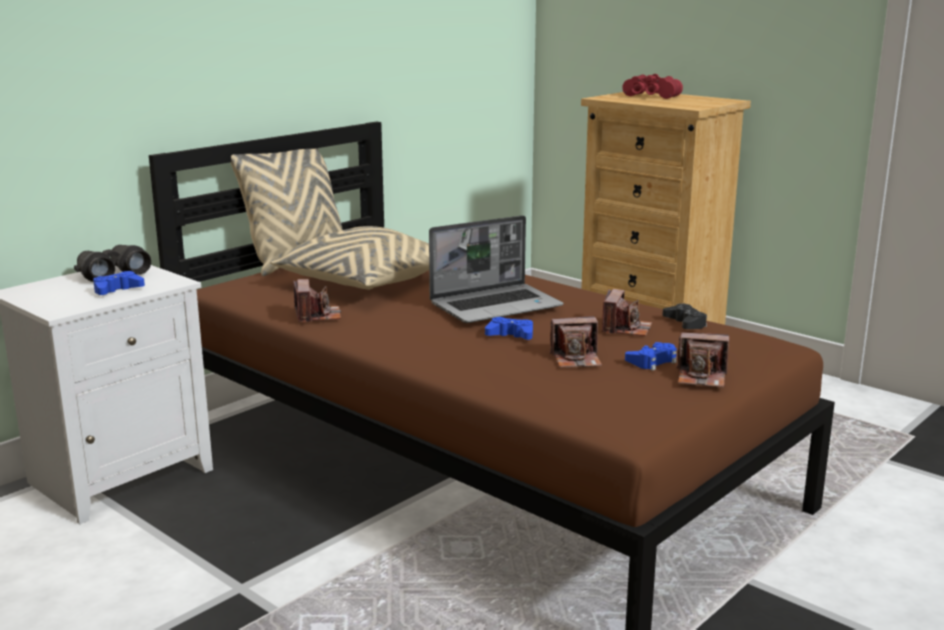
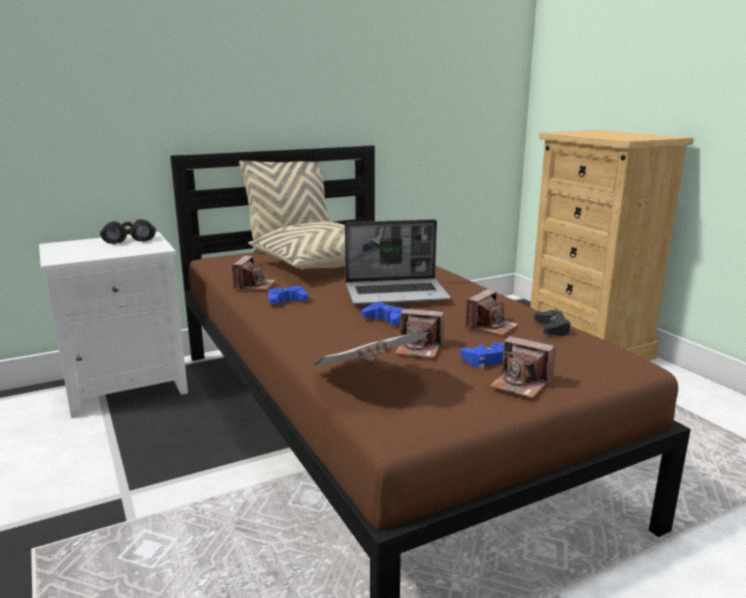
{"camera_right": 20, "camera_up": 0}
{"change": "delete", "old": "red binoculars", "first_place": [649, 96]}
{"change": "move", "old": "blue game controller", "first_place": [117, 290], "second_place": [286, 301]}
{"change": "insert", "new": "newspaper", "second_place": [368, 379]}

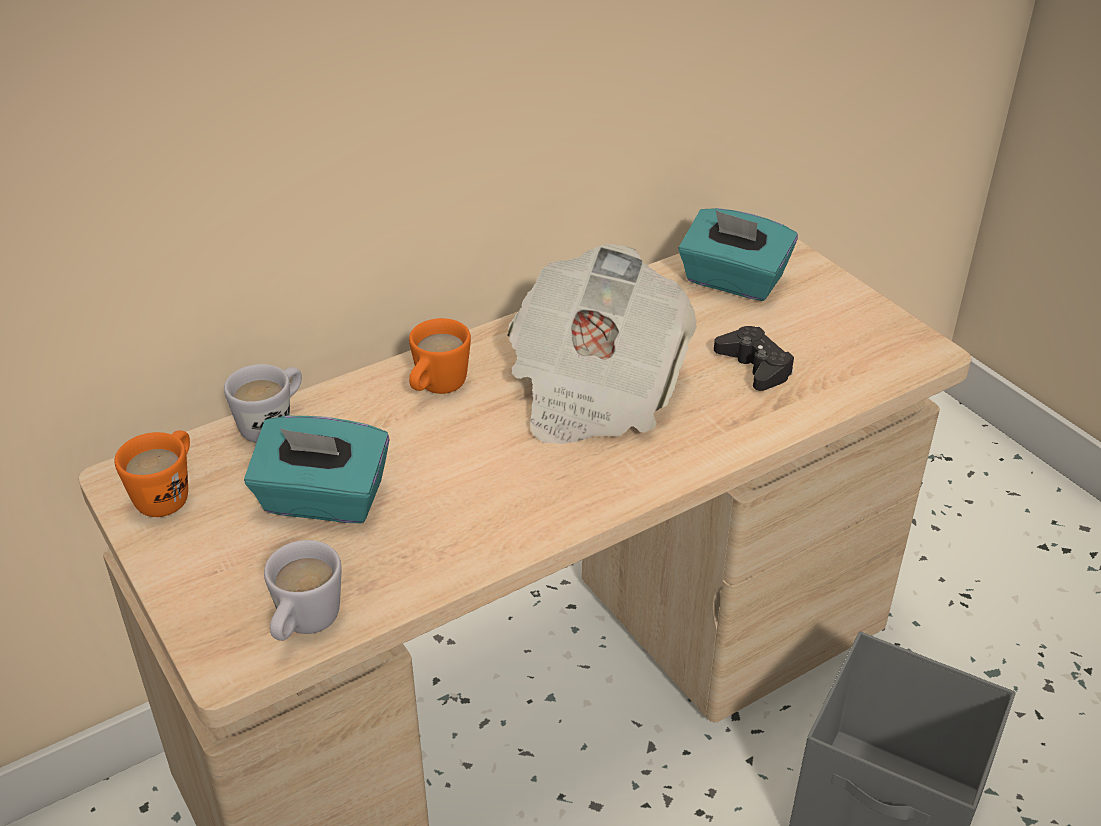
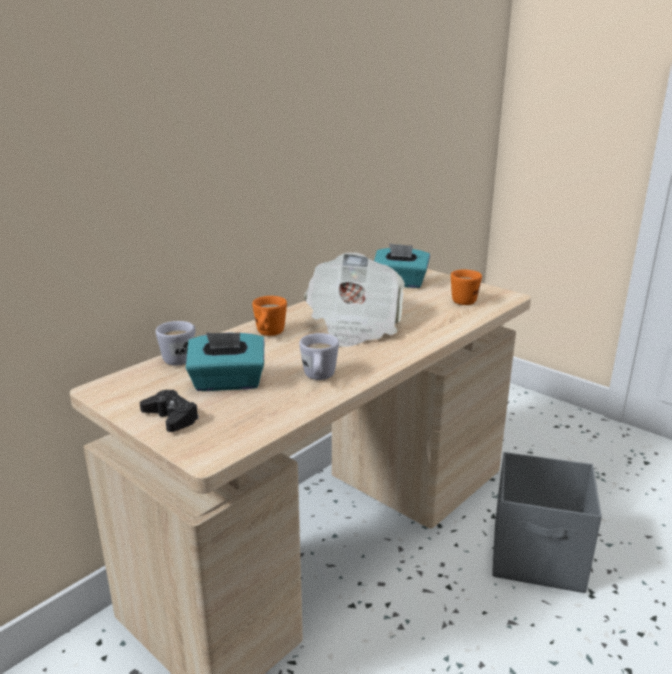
{"camera_right": -15, "camera_up": -15}
{"change": "move", "old": "black game controller", "first_place": [755, 366], "second_place": [171, 417]}
{"change": "move", "old": "orange mug", "first_place": [169, 494], "second_place": [463, 300]}
{"change": "move", "old": "white mug", "first_place": [304, 626], "second_place": [319, 378]}

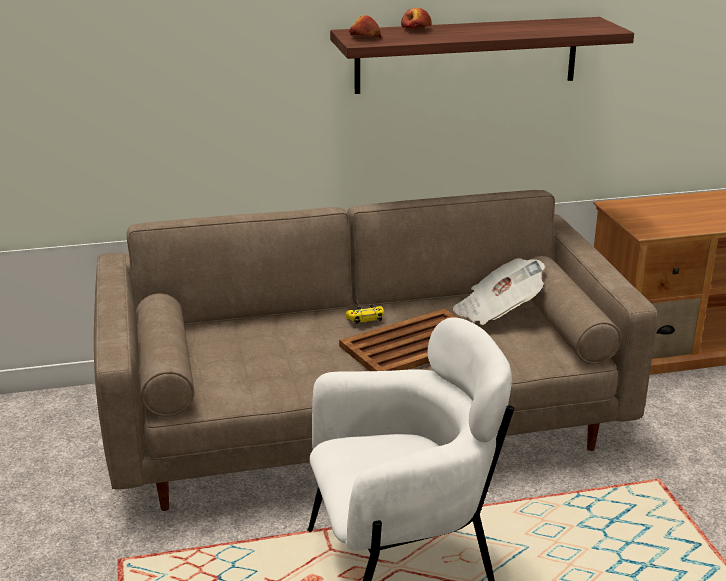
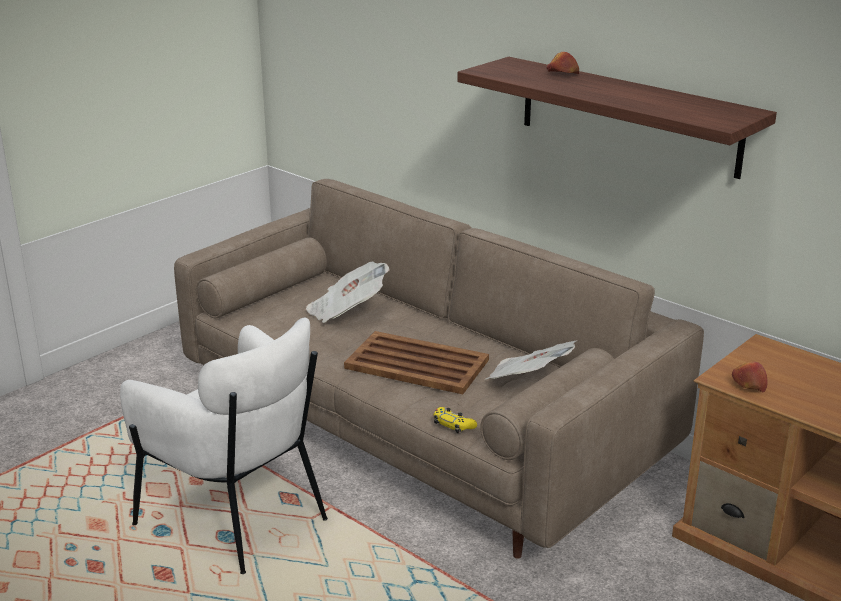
{"camera_right": 55, "camera_up": 0}
{"change": "move", "old": "apple", "first_place": [364, 37], "second_place": [748, 385]}
{"change": "move", "old": "yellow game controller", "first_place": [365, 319], "second_place": [453, 425]}
{"change": "insert", "new": "newspaper", "second_place": [347, 311]}

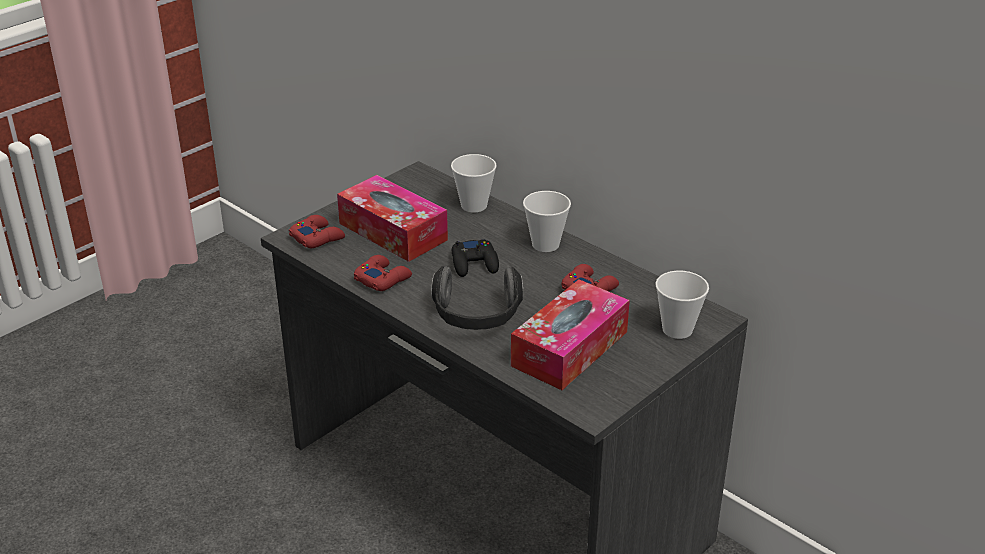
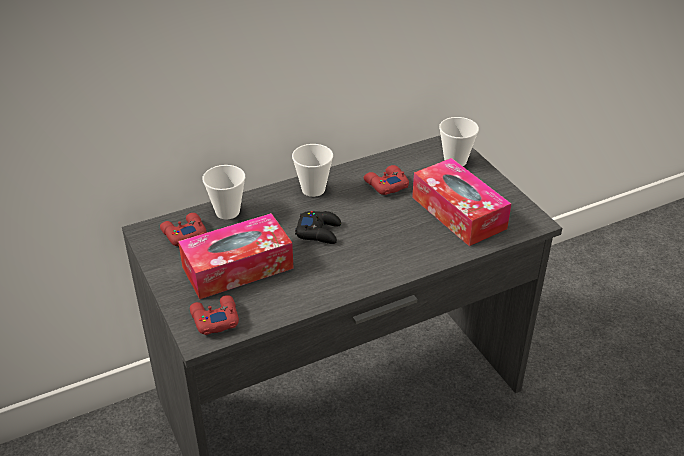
{"camera_right": -70, "camera_up": 5}
{"change": "move", "old": "red game controller", "first_place": [382, 279], "second_place": [184, 234]}
{"change": "delete", "old": "headphones", "first_place": [477, 317]}

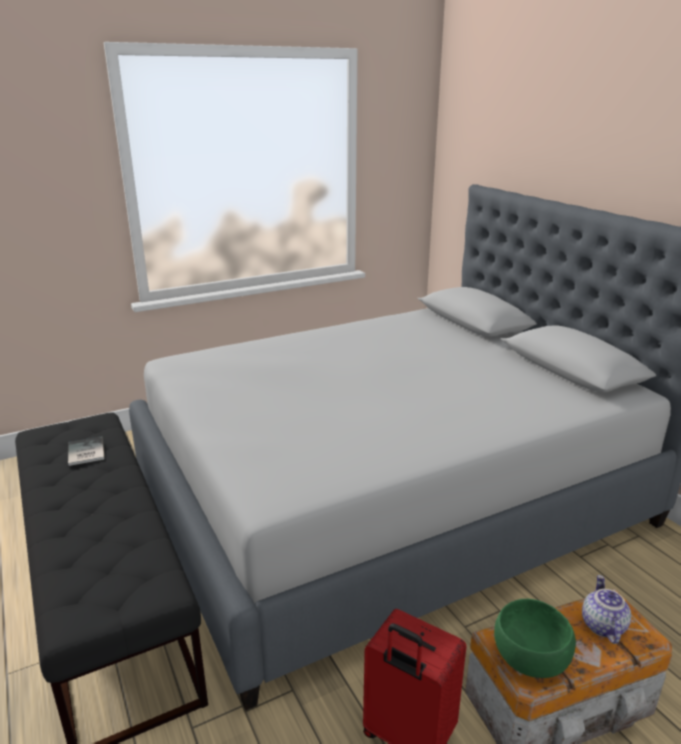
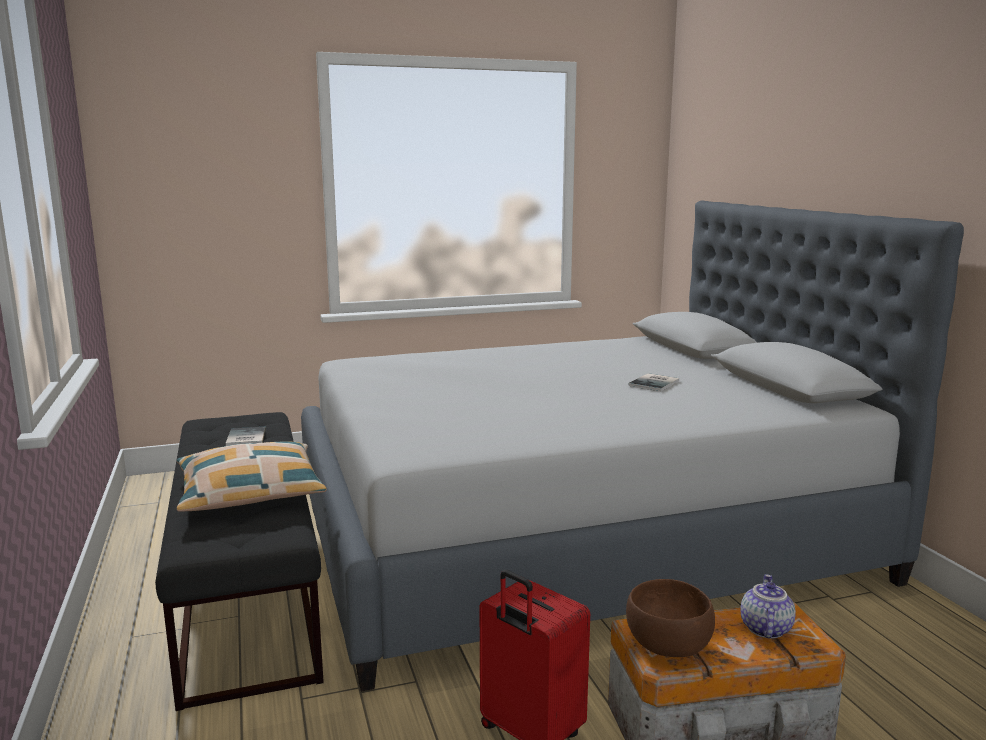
{"camera_right": 10, "camera_up": -10}
{"change": "recolor", "old": "green bowl", "new": "brown bowl", "first_place": [530, 659], "second_place": [668, 646]}
{"change": "insert", "new": "book", "second_place": [656, 383]}
{"change": "insert", "new": "pillow", "second_place": [249, 492]}

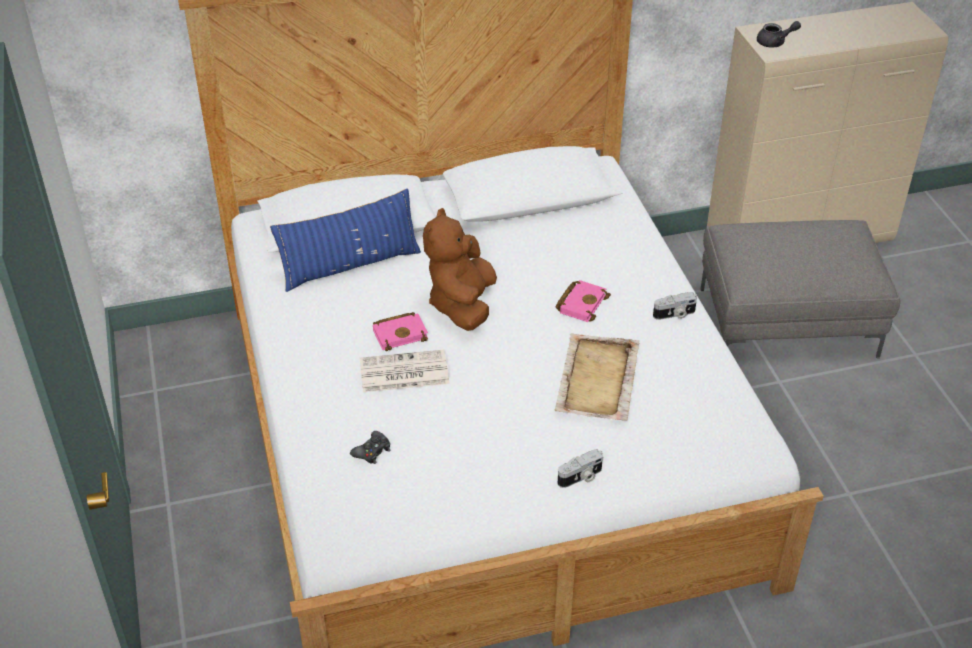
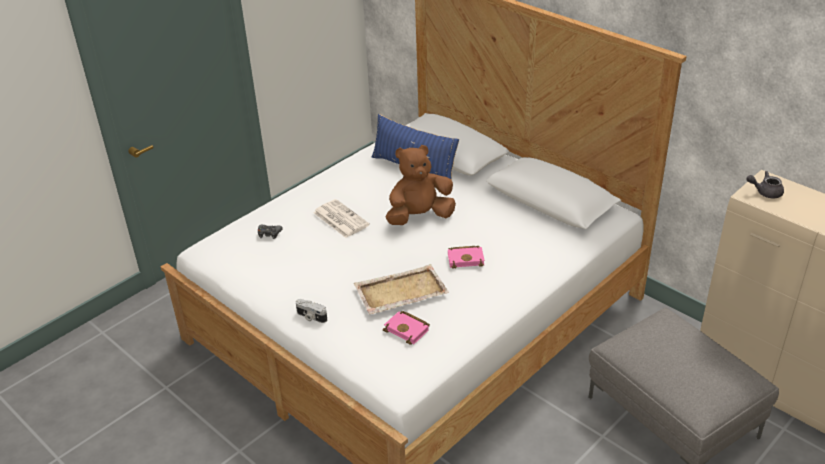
{"camera_right": 60, "camera_up": -5}
{"change": "rotate", "old": "grey teapot", "first_place": [775, 42], "second_place": [765, 192], "degrees": 135}
{"change": "delete", "old": "photo camera", "first_place": [674, 314]}
{"change": "move", "old": "pink book", "first_place": [401, 333], "second_place": [408, 330]}

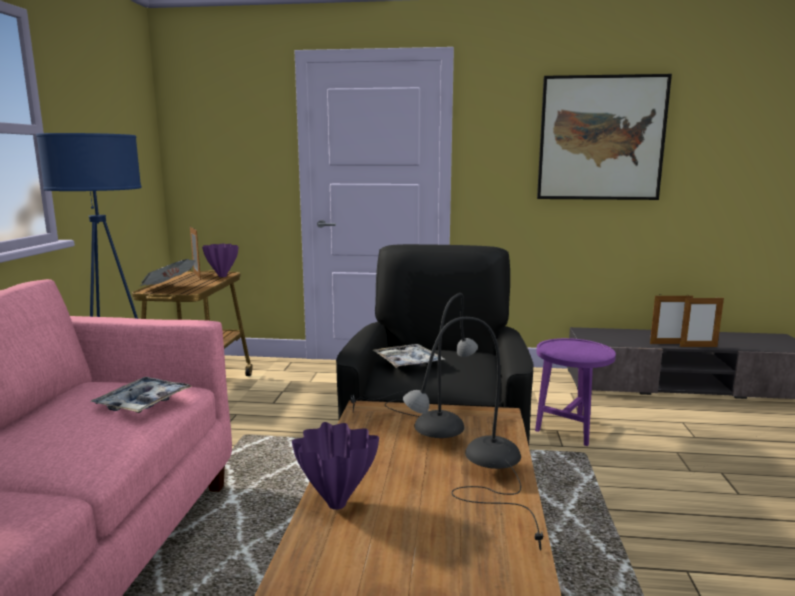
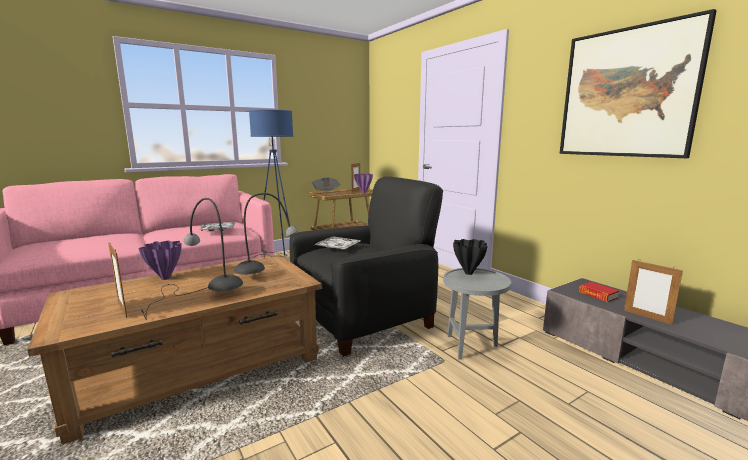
{"camera_right": 50, "camera_up": 0}
{"change": "move", "old": "picture frame", "first_place": [698, 346], "second_place": [122, 309]}
{"change": "recolor", "old": "purple side table", "new": "grey side table", "first_place": [569, 429], "second_place": [472, 346]}
{"change": "insert", "new": "black vase", "second_place": [468, 273]}
{"change": "insert", "new": "book", "second_place": [598, 295]}

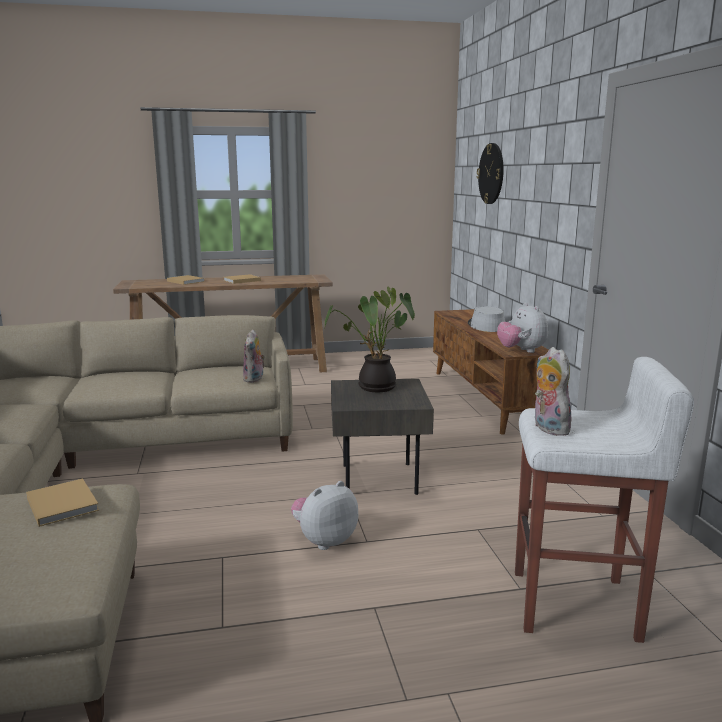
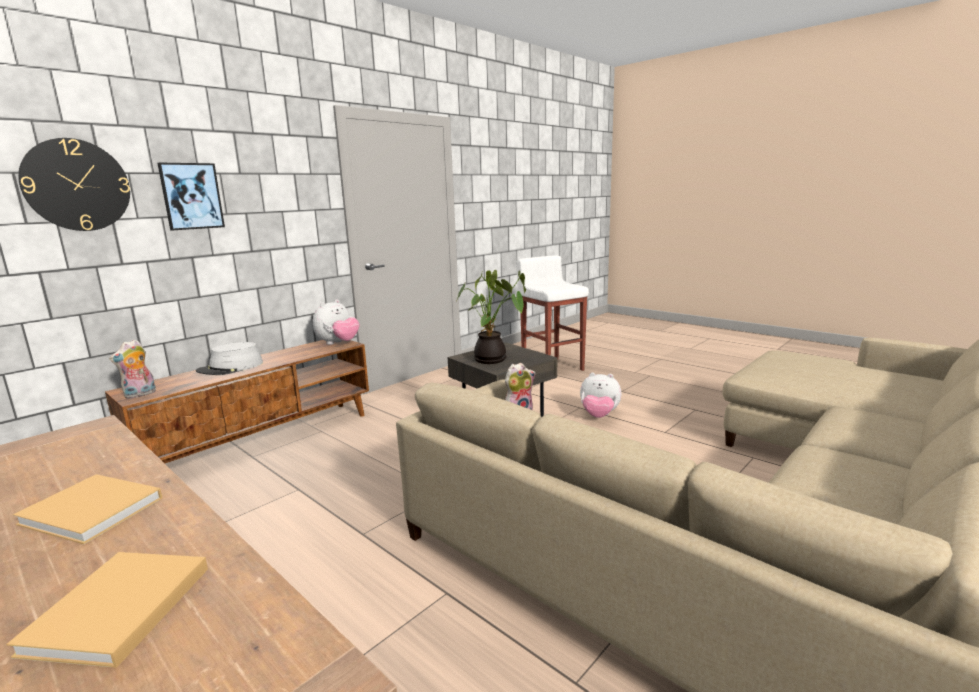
{"camera_right": -125, "camera_up": 0}
{"change": "move", "old": "plush toy", "first_place": [547, 428], "second_place": [140, 395]}
{"change": "delete", "old": "beige book", "first_place": [62, 503]}
{"change": "insert", "new": "picture", "second_place": [191, 196]}

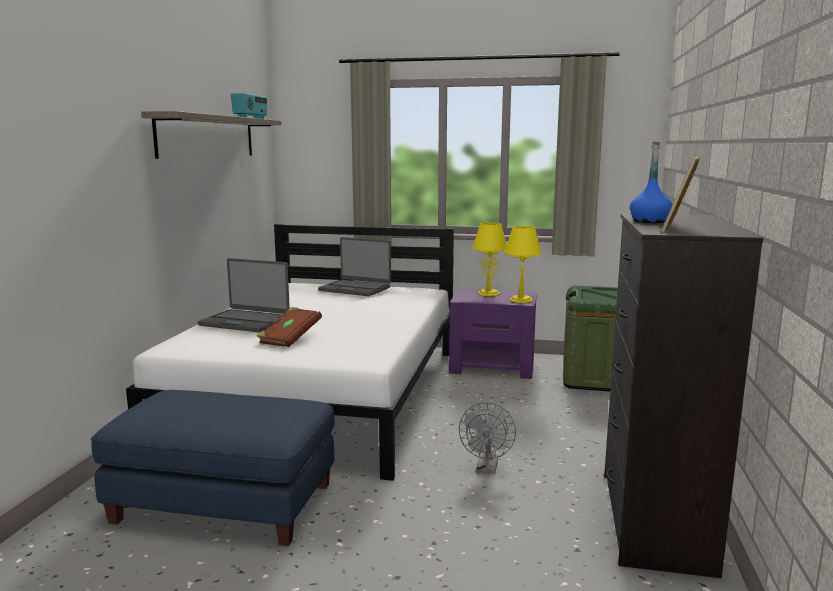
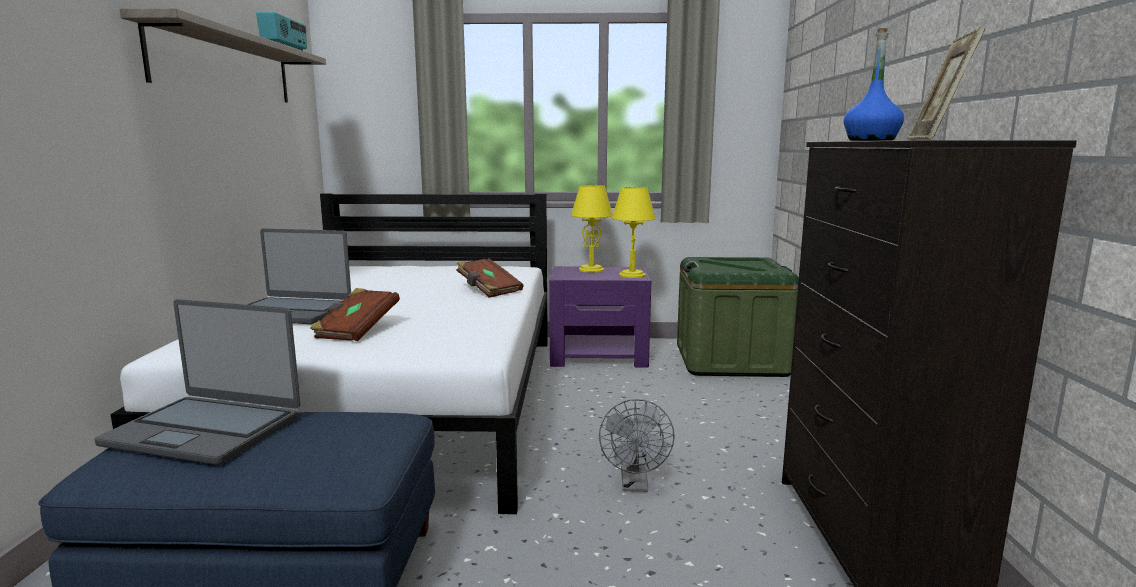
{"camera_right": -10, "camera_up": 0}
{"change": "move", "old": "laptop", "first_place": [355, 289], "second_place": [205, 430]}
{"change": "insert", "new": "brown book", "second_place": [488, 290]}

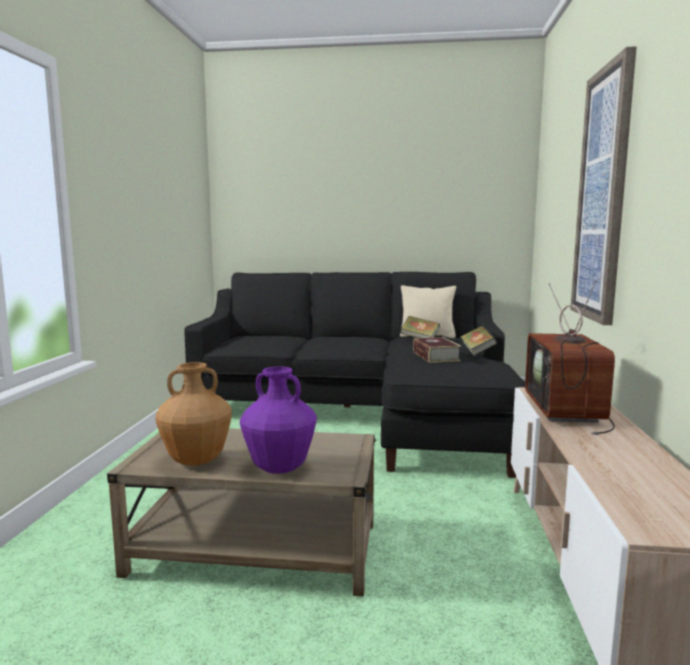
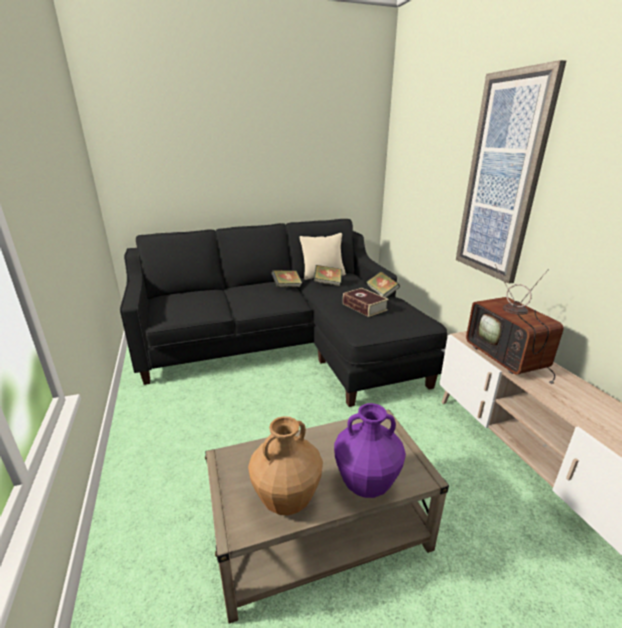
{"camera_right": -25, "camera_up": 15}
{"change": "insert", "new": "book", "second_place": [287, 286]}

